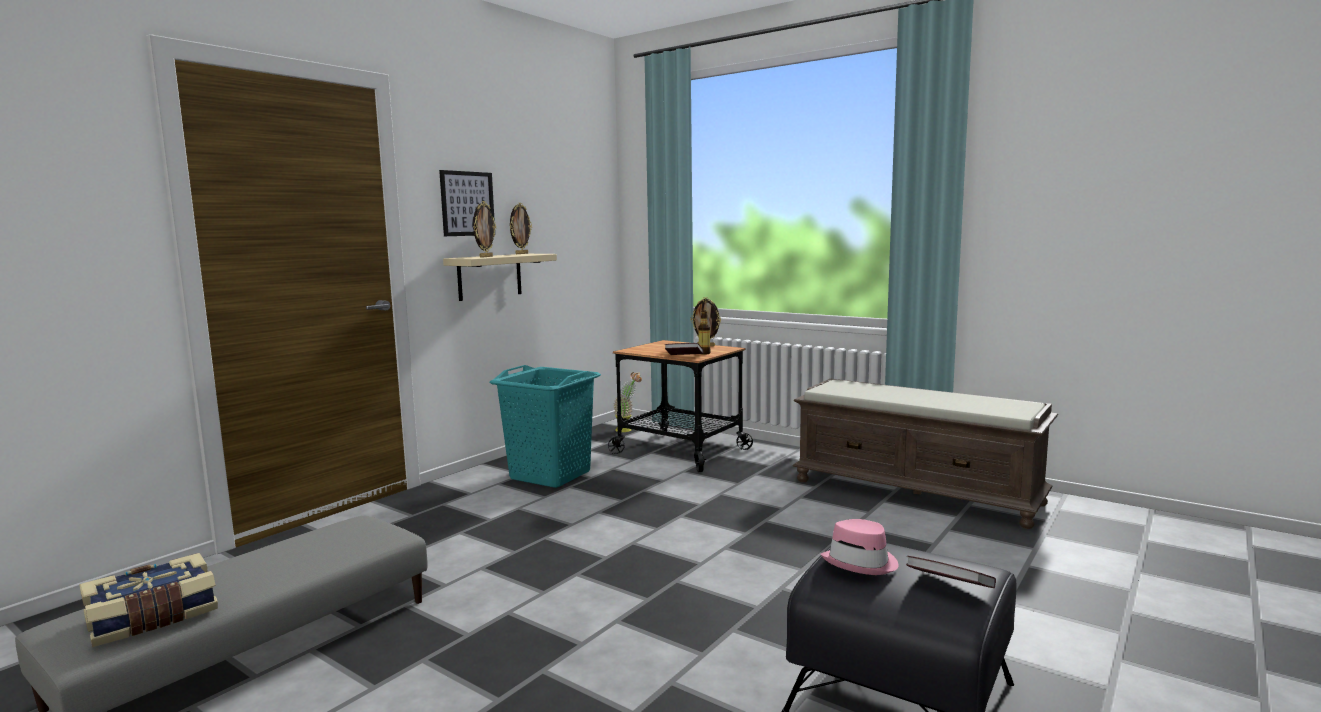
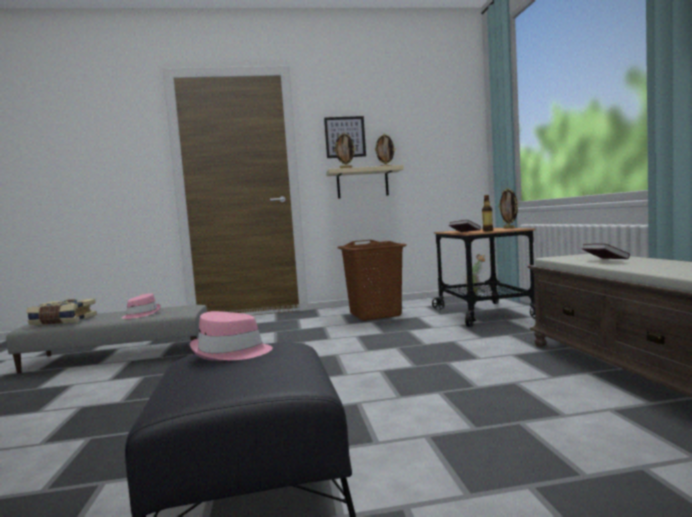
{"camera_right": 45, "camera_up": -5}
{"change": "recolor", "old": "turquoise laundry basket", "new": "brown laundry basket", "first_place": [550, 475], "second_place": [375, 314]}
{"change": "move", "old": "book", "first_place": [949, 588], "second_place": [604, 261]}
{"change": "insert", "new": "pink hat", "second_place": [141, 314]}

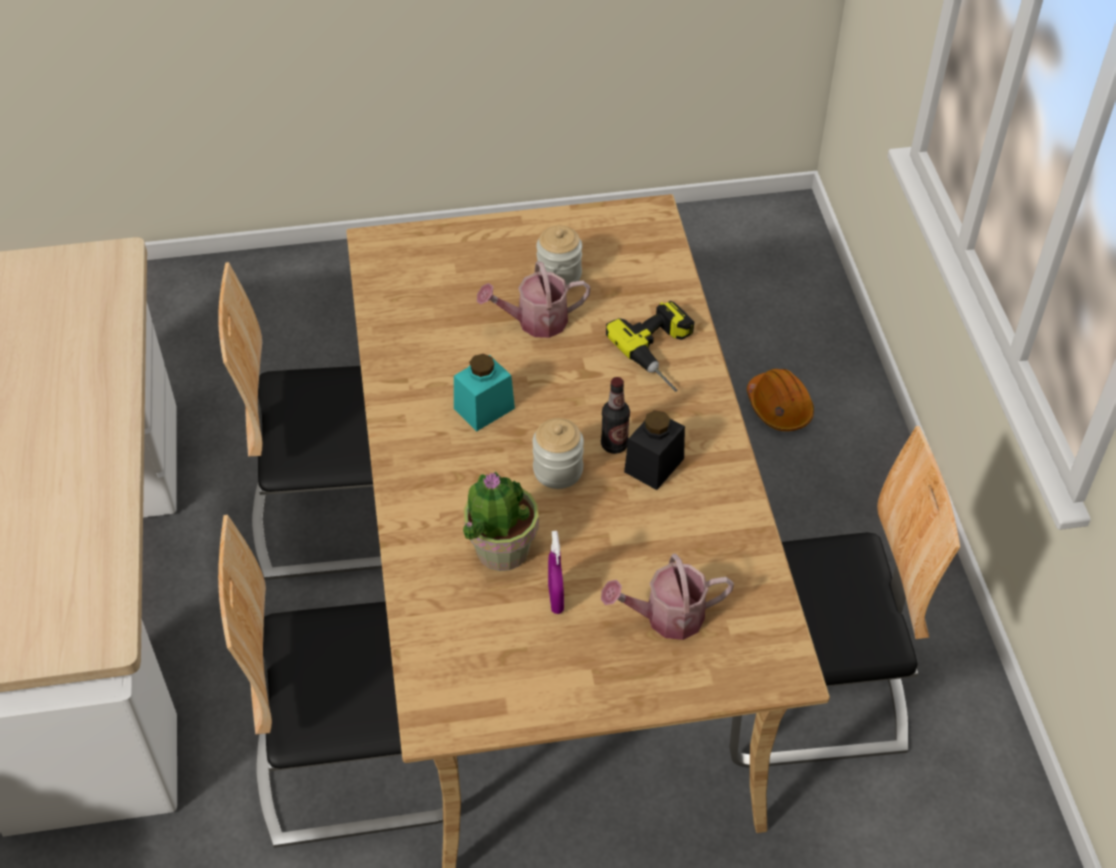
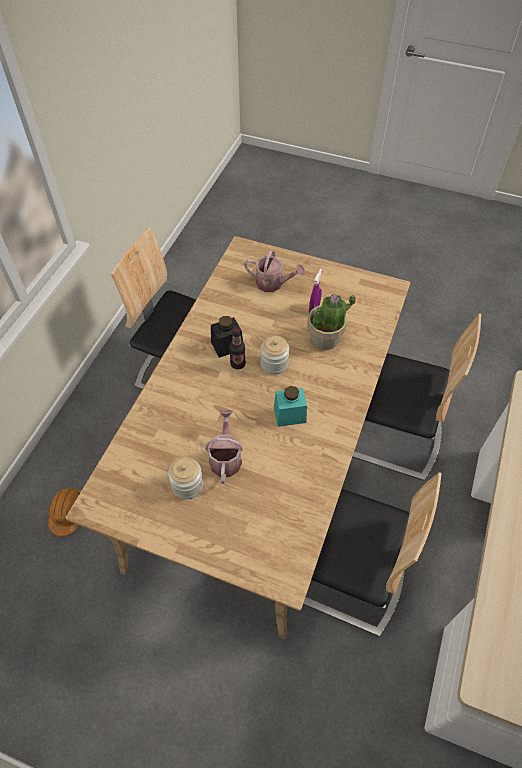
{"camera_right": -150, "camera_up": 5}
{"change": "rotate", "old": "watering can", "first_place": [535, 322], "second_place": [225, 457], "degrees": -105}
{"change": "delete", "old": "power drill", "first_place": [665, 353]}

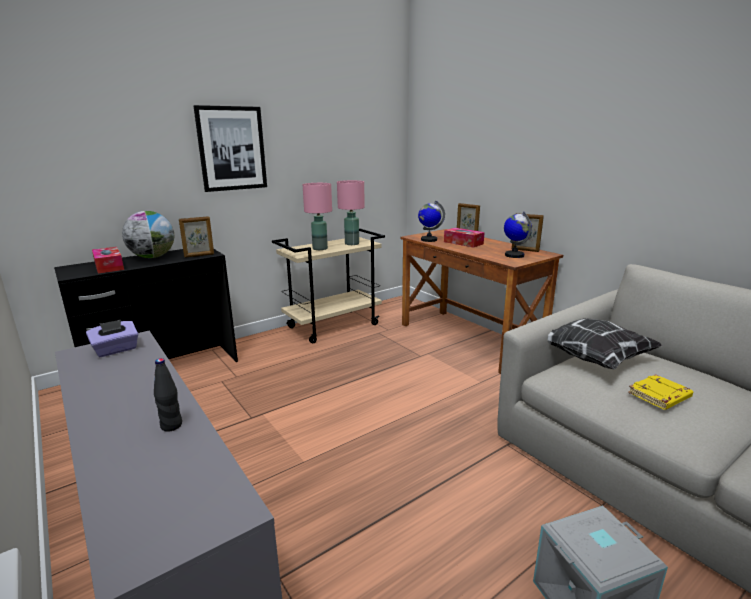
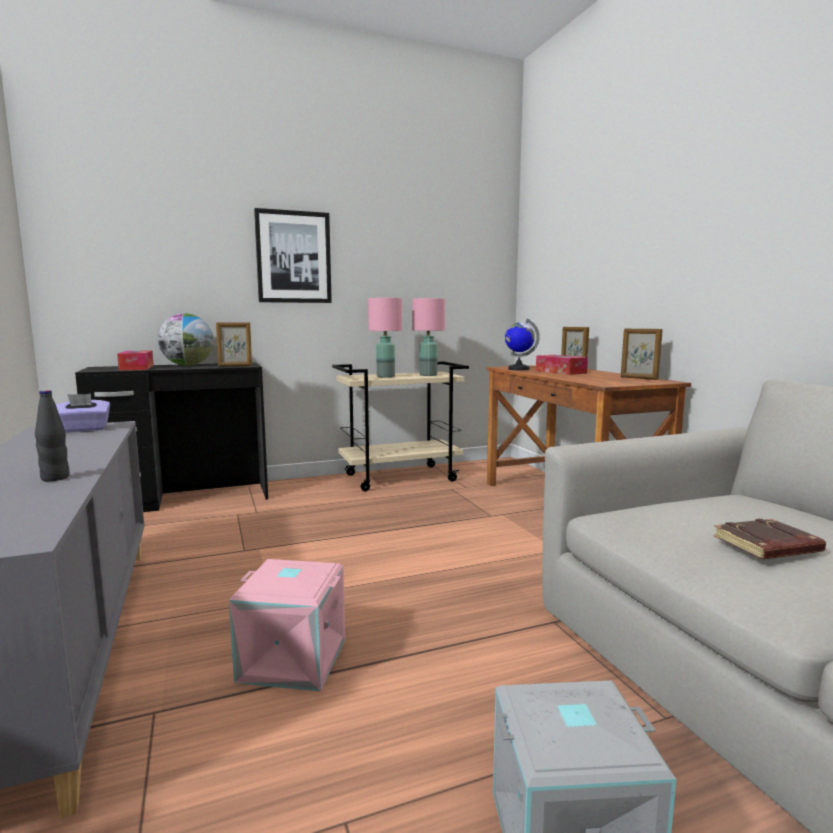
{"camera_right": 15, "camera_up": -10}
{"change": "delete", "old": "globe", "first_place": [514, 255]}
{"change": "delete", "old": "pillow", "first_place": [592, 358]}
{"change": "recolor", "old": "yellow book", "new": "brown book", "first_place": [659, 396], "second_place": [767, 547]}
{"change": "insert", "new": "pink storage box", "second_place": [291, 661]}

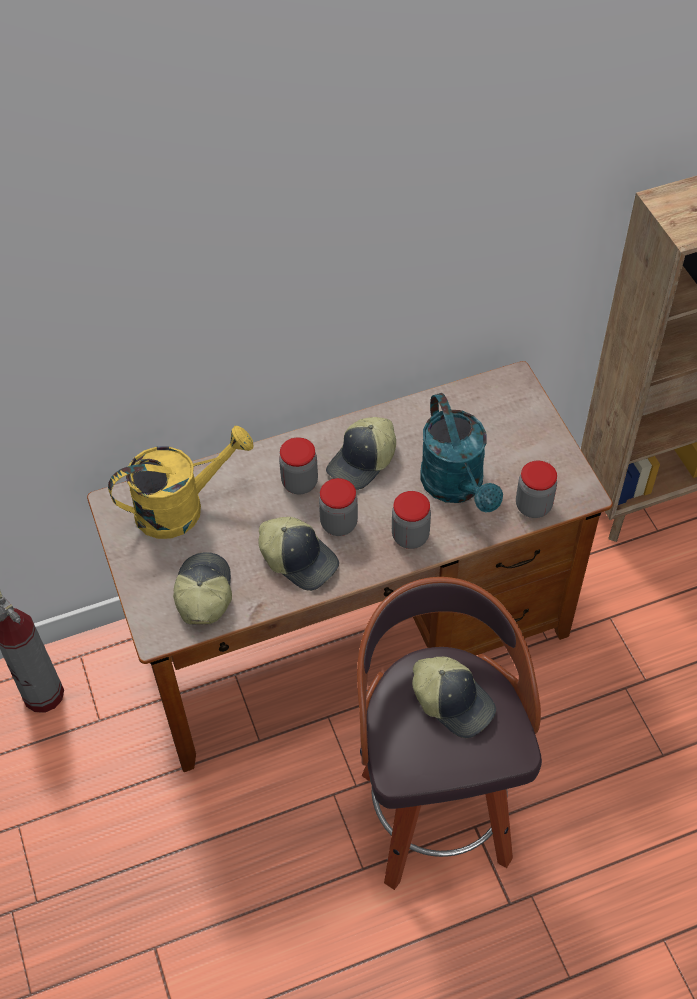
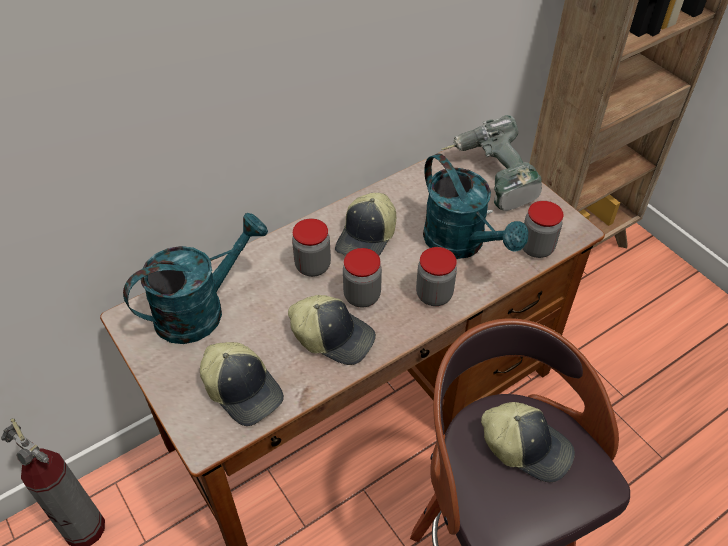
{"camera_right": -15, "camera_up": -5}
{"change": "recolor", "old": "yellow watering can", "new": "turquoise watering can", "first_place": [181, 507], "second_place": [201, 309]}
{"change": "rotate", "old": "cap", "first_place": [202, 593], "second_place": [243, 389], "degrees": 150}
{"change": "insert", "new": "power drill", "second_place": [491, 179]}

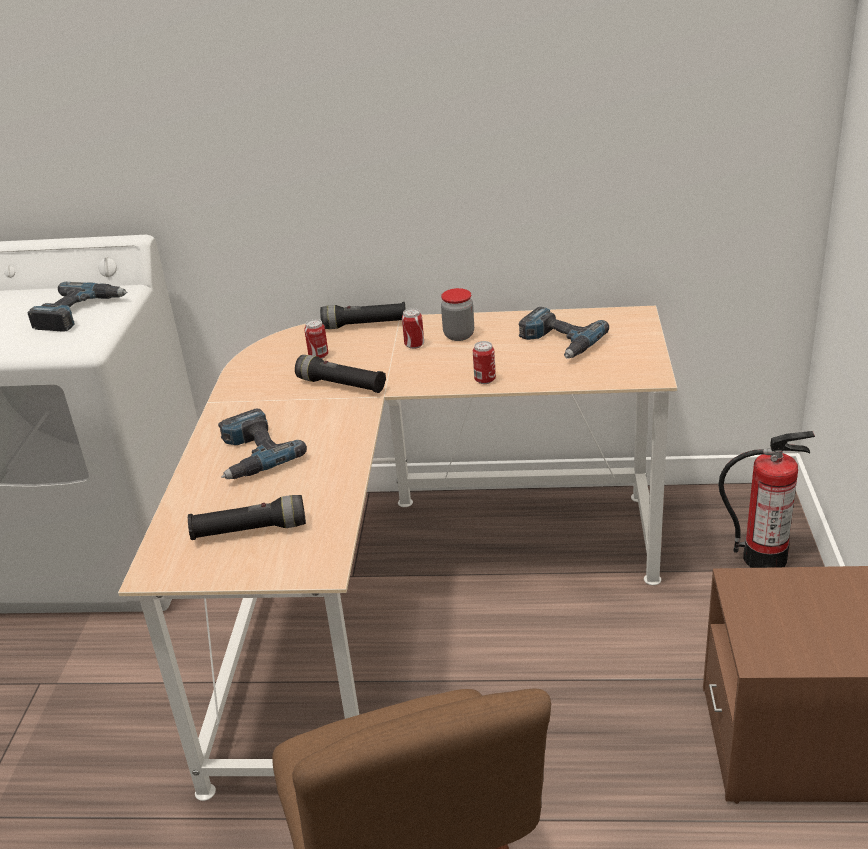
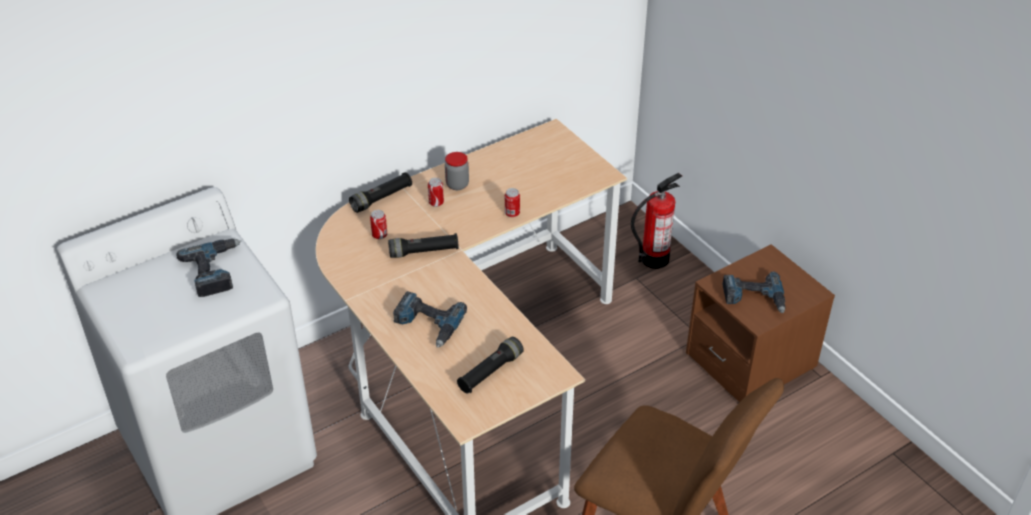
{"camera_right": -40, "camera_up": 10}
{"change": "move", "old": "power drill", "first_place": [558, 342], "second_place": [754, 298]}

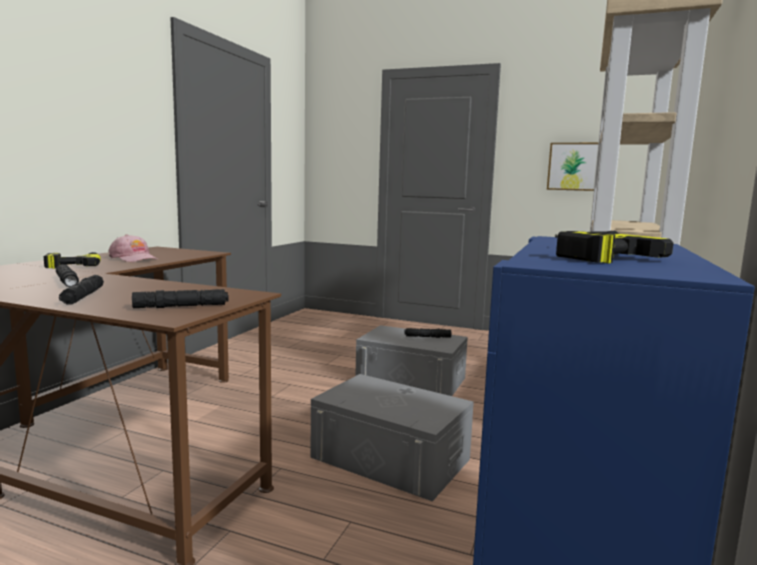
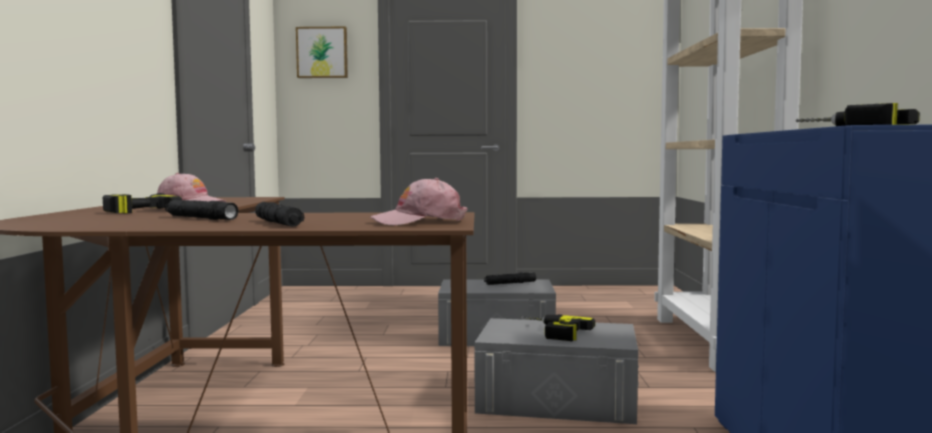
{"camera_right": -20, "camera_up": -5}
{"change": "move", "old": "picture", "first_place": [573, 166], "second_place": [322, 53]}
{"change": "replace", "old": "black flashlight", "new": "pink cap", "first_place": [182, 306], "second_place": [419, 221]}
{"change": "insert", "new": "power drill", "second_place": [550, 332]}

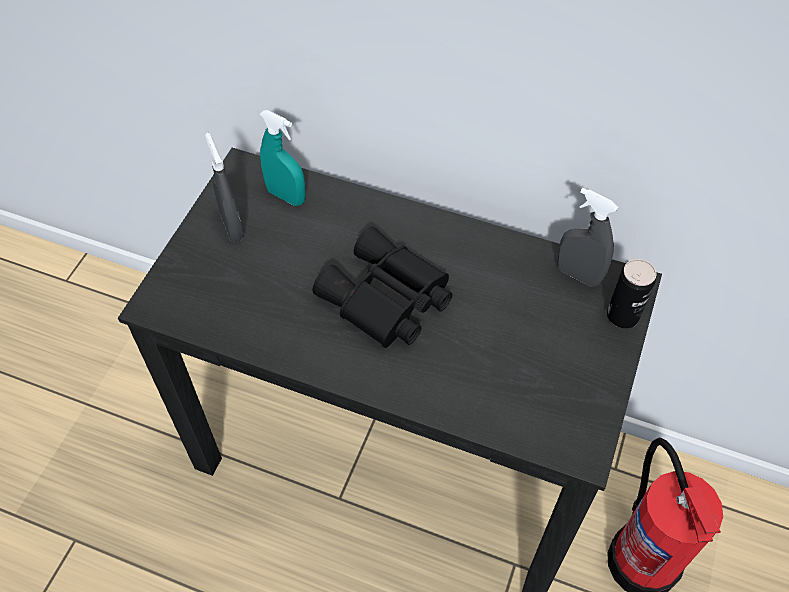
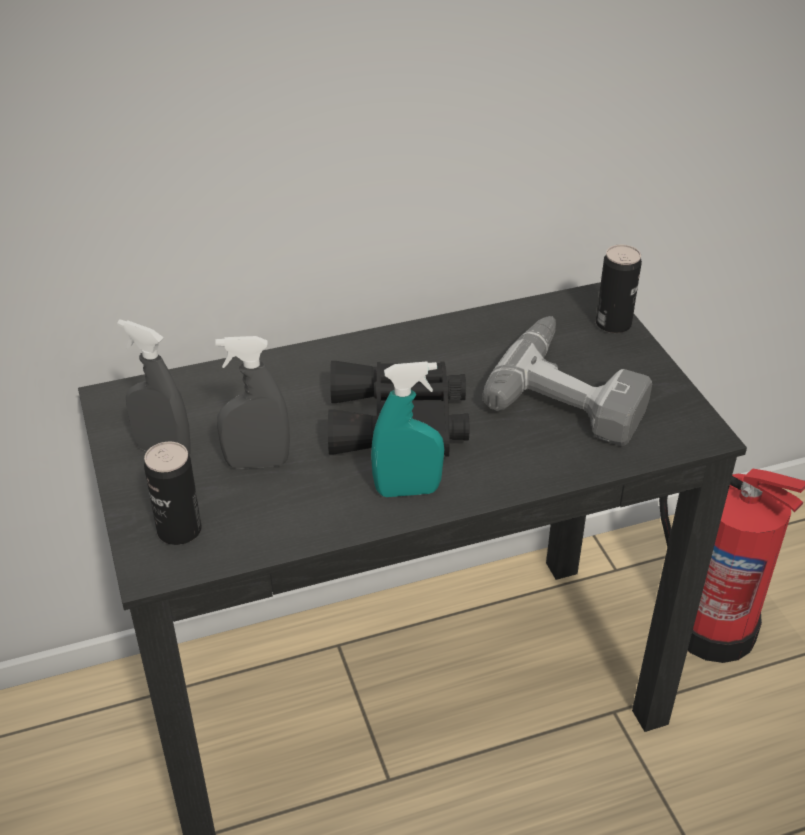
{"camera_right": -40, "camera_up": -15}
{"change": "move", "old": "turquoise spray bottle", "first_place": [286, 196], "second_place": [407, 490]}
{"change": "move", "old": "grey spray bottle", "first_place": [578, 275], "second_place": [257, 463]}
{"change": "insert", "new": "power drill", "second_place": [574, 390]}
{"change": "insert", "new": "can", "second_place": [179, 530]}

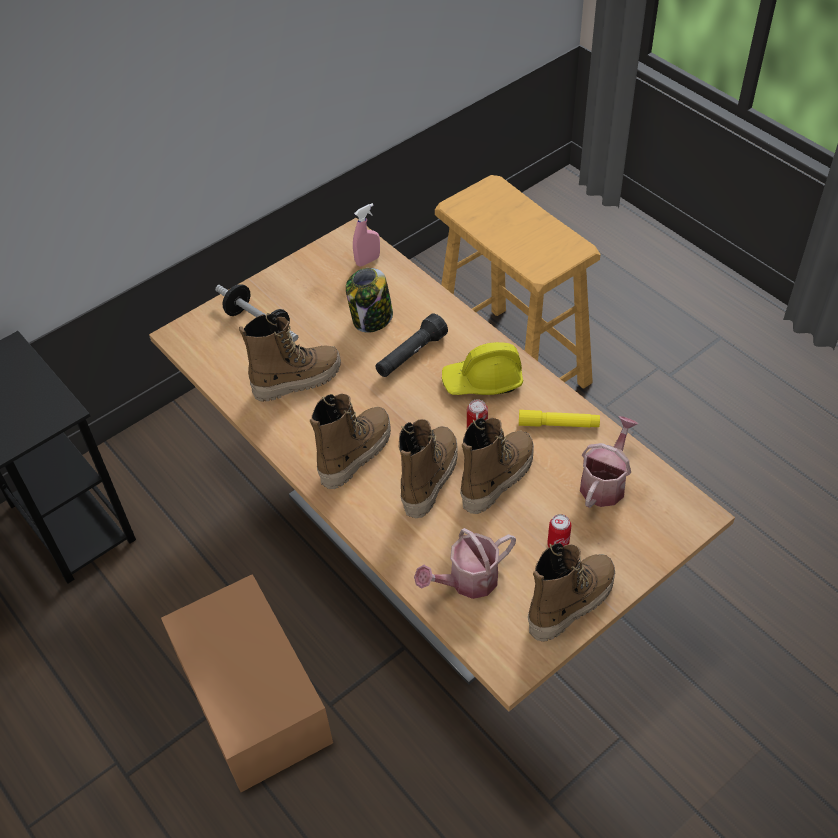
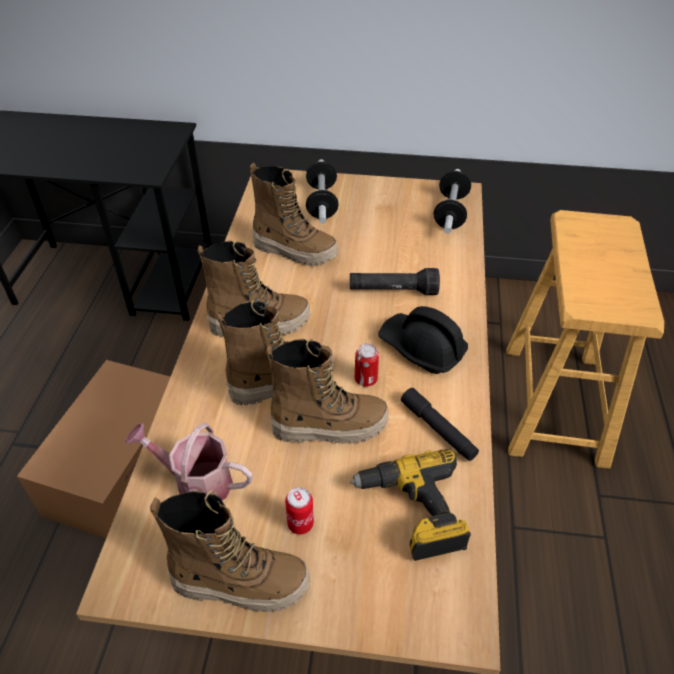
{"camera_right": 45, "camera_up": -5}
{"change": "replace", "old": "pink spray bottle", "new": "dumbbell", "first_place": [368, 261], "second_place": [450, 213]}
{"change": "delete", "old": "jar", "first_place": [372, 319]}
{"change": "recolor", "old": "yellow hard hat", "new": "black hard hat", "first_place": [483, 381], "second_place": [421, 348]}
{"change": "recolor", "old": "yellow flashlight", "new": "black flashlight", "first_place": [558, 424], "second_place": [438, 429]}
{"change": "replace", "old": "watering can", "new": "power drill", "first_place": [605, 482], "second_place": [413, 512]}

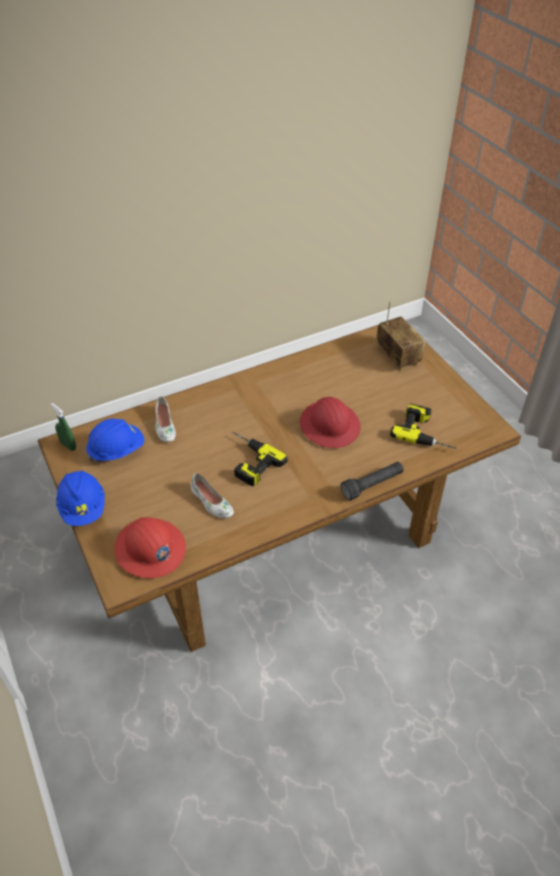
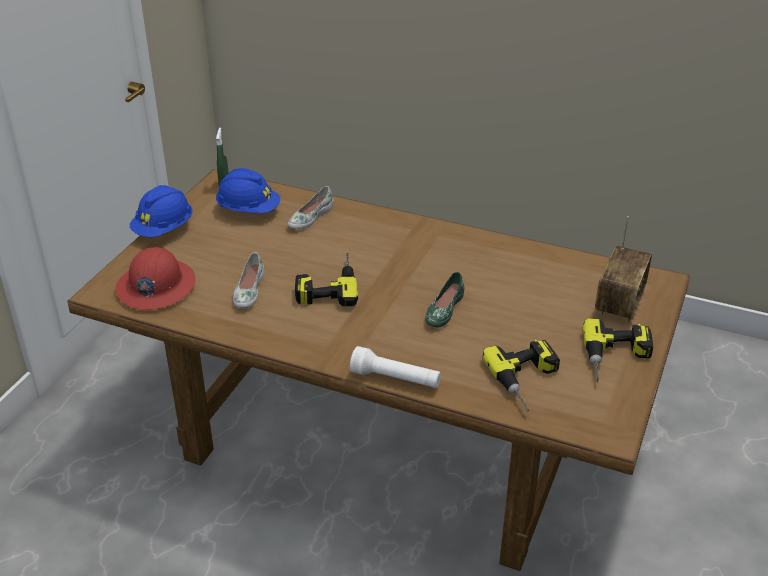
{"camera_right": 50, "camera_up": -10}
{"change": "replace", "old": "red hard hat", "new": "green shoe", "first_place": [330, 425], "second_place": [443, 309]}
{"change": "recolor", "old": "black flashlight", "new": "white flashlight", "first_place": [372, 485], "second_place": [395, 379]}
{"change": "insert", "new": "power drill", "second_place": [617, 359]}

